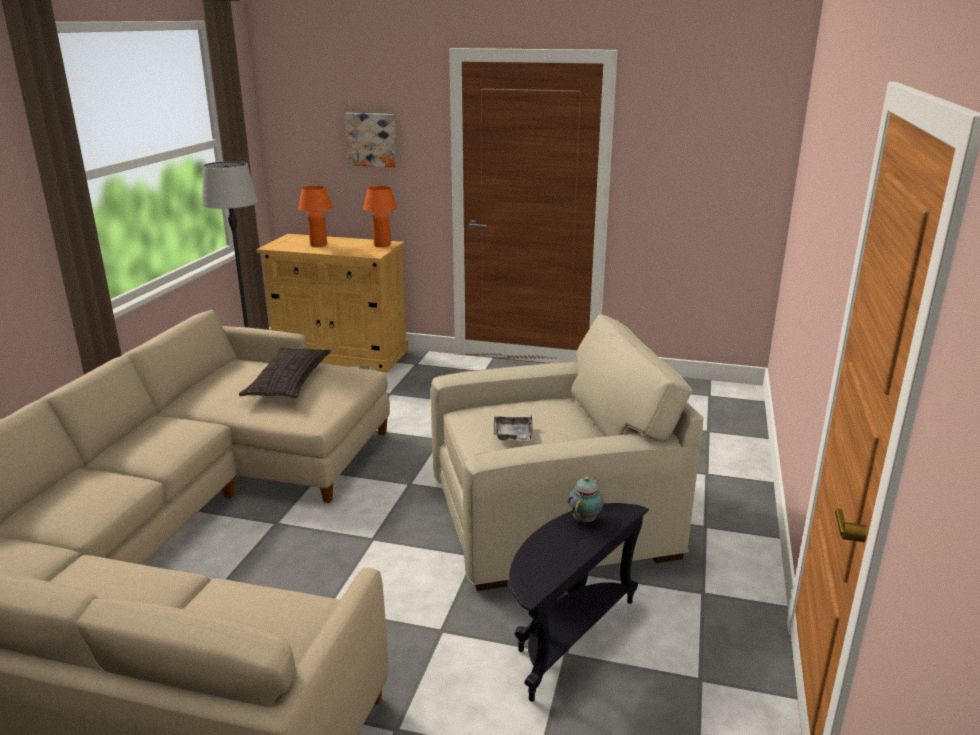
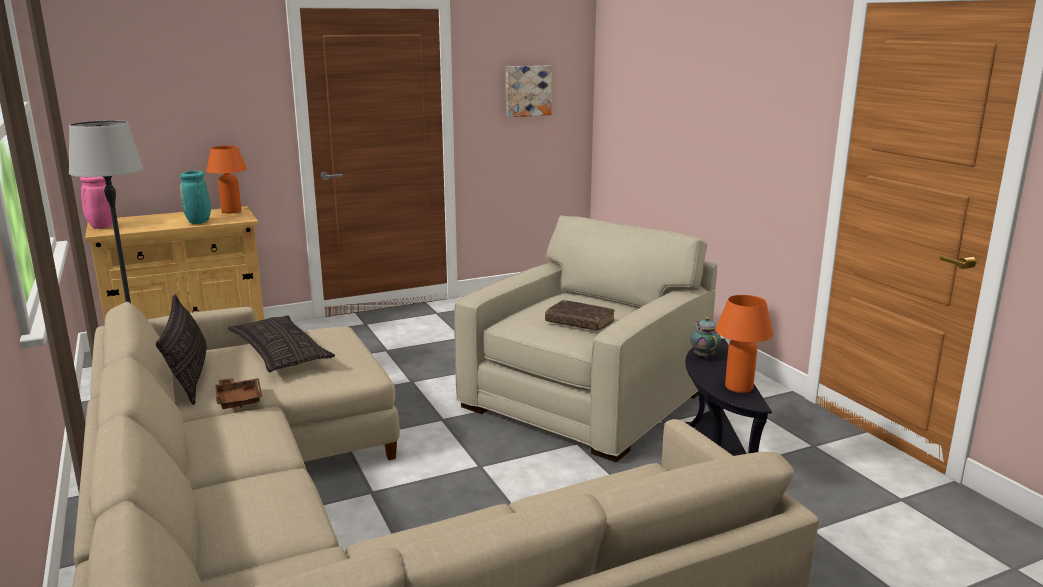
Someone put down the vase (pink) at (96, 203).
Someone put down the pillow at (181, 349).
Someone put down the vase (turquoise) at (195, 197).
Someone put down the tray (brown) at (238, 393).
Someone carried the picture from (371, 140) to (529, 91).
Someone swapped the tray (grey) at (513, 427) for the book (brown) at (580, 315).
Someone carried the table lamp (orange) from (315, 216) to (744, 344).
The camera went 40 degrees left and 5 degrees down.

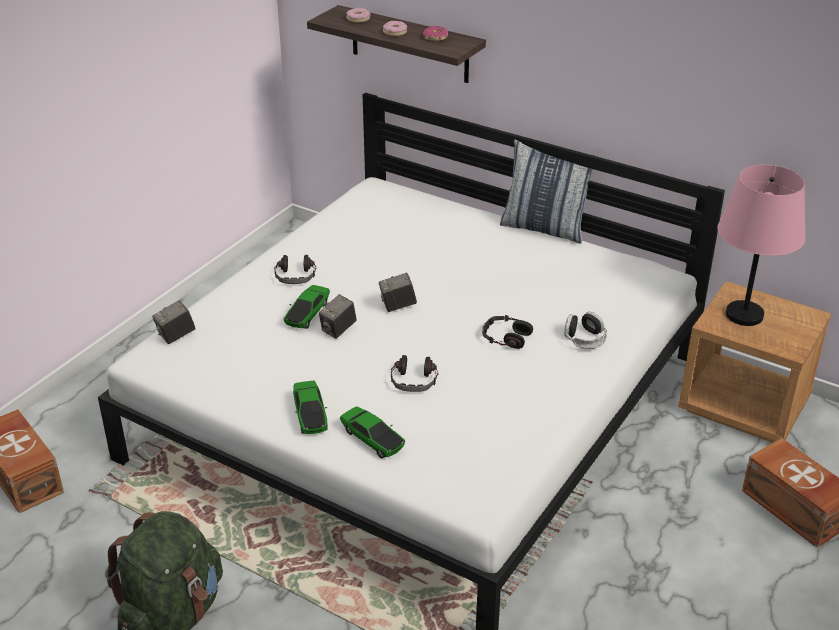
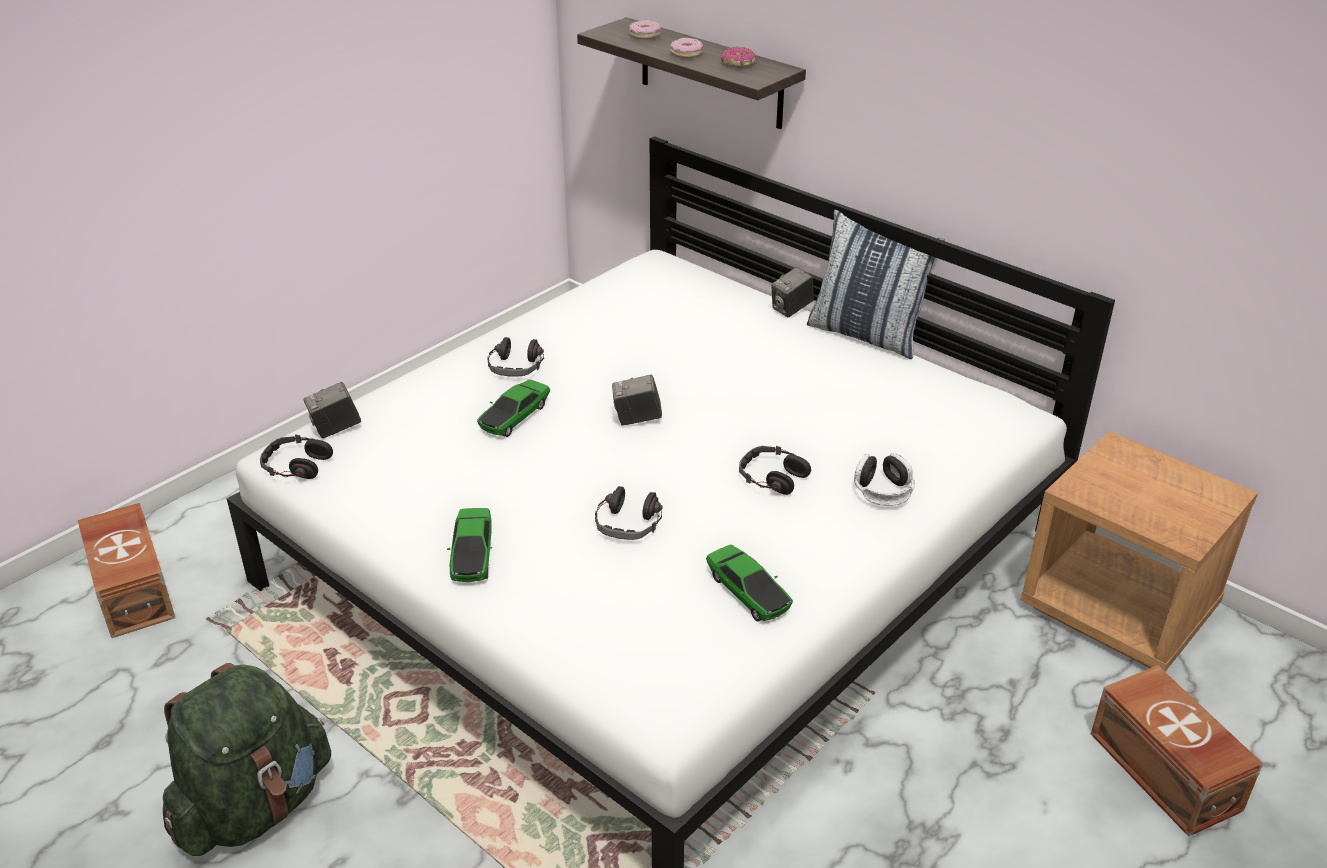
Someone put down the headphones at (296, 456).
Someone carried the toy car from (372, 432) to (749, 583).
Someone carried the photo camera from (338, 316) to (792, 292).
Someone took away the table lamp (pink) at (762, 245).
The camera went 10 degrees right and 0 degrees up.

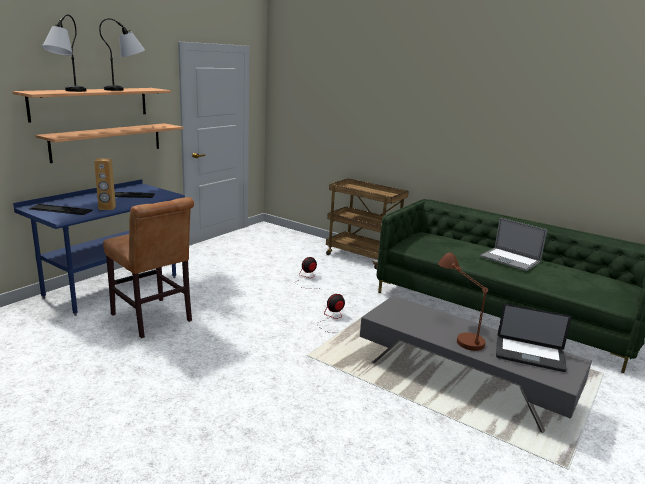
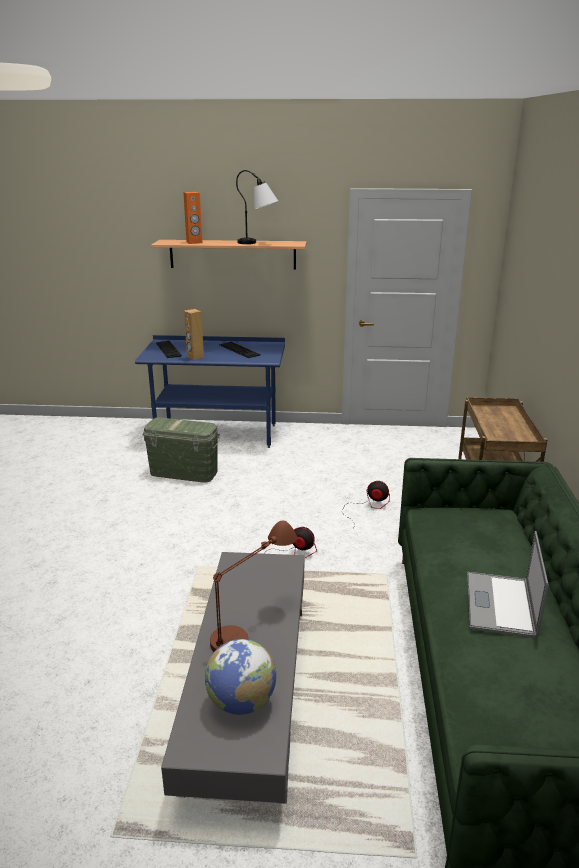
Someone swapped the chair (brown) at (148, 267) for the storage box (green) at (181, 450).
Someone swapped the table lamp at (64, 53) for the speaker (orange) at (192, 218).
Someone swapped the laptop at (534, 338) for the globe at (240, 677).
Someone took away the shelf at (110, 143).
The camera went 60 degrees right and 5 degrees up.

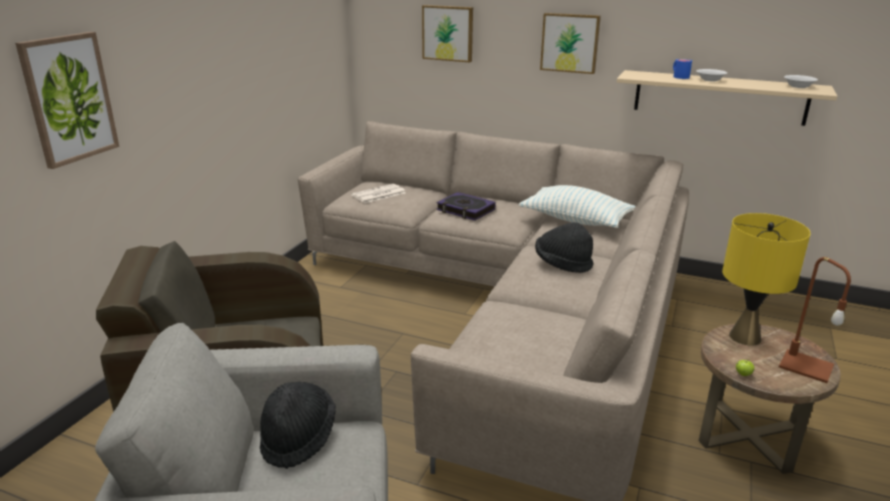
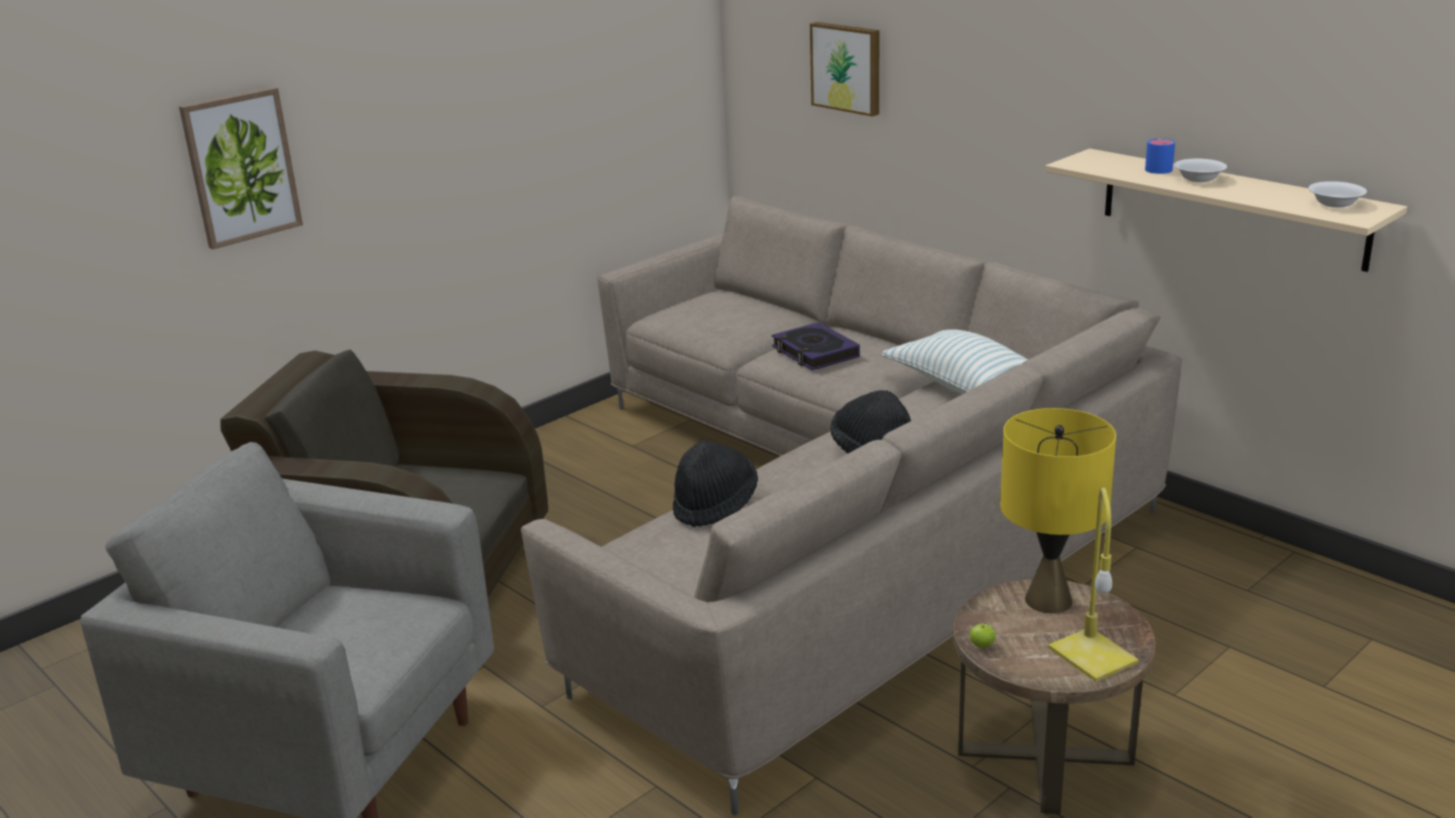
Someone carried the hat (black) from (298, 425) to (715, 483).
Someone repainted the table lamp (brown) at (815, 320), which became the table lamp (yellow) at (1093, 584).
Someone took away the newspaper at (378, 193).
Someone took away the picture at (570, 43).
The camera went 25 degrees right and 0 degrees up.

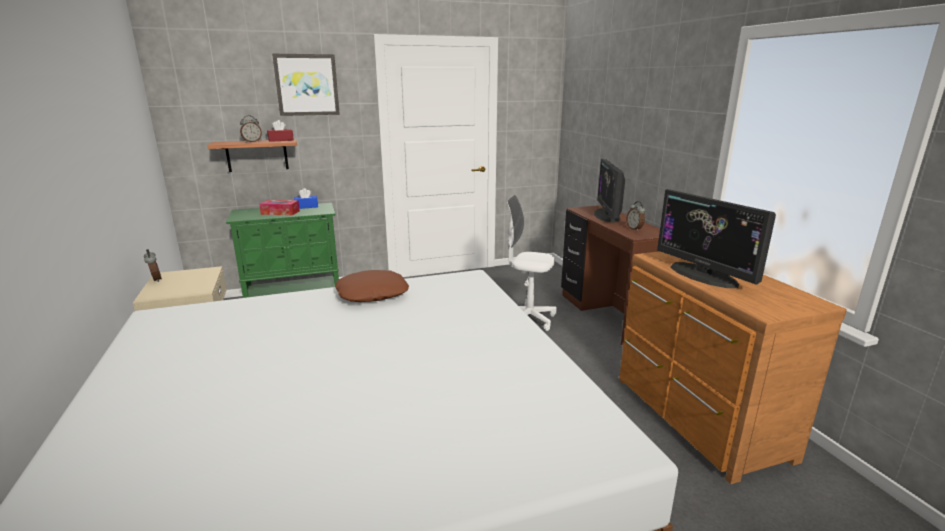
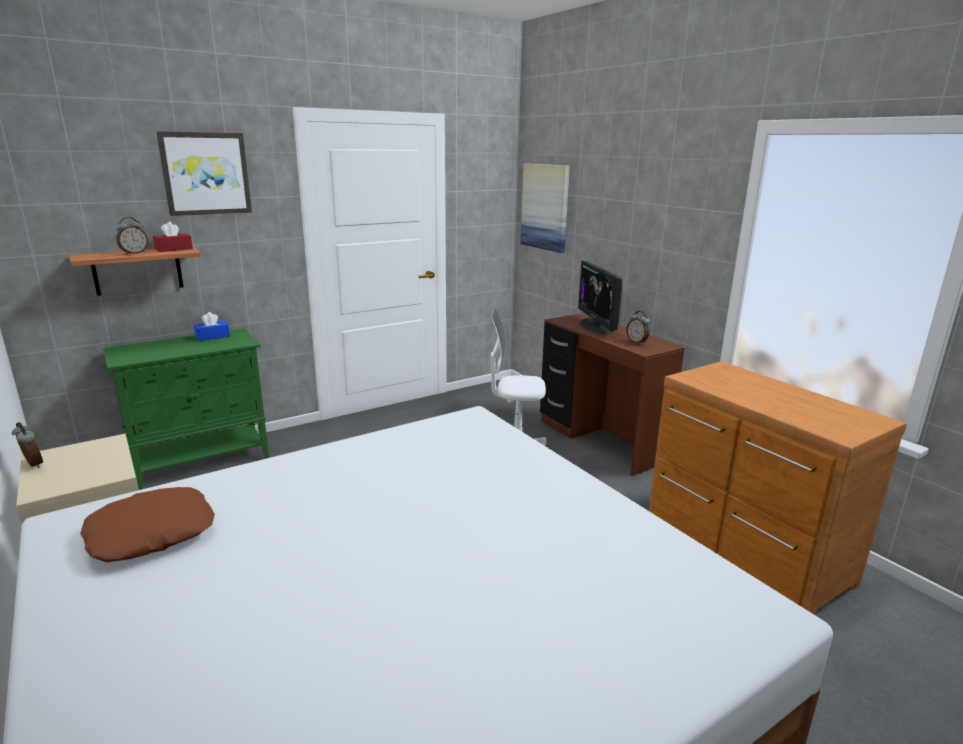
Someone carried the pillow (brown) from (372, 286) to (147, 524).
Someone put up the picture at (545, 208).
Someone took away the tissue box at (279, 208).
Someone took away the monitor at (716, 238).
The camera went 15 degrees left and 0 degrees up.

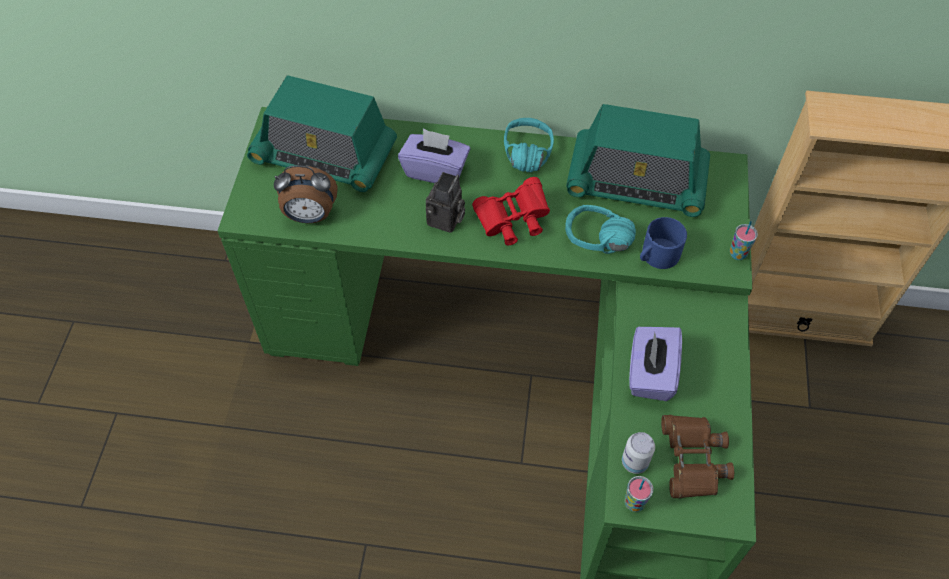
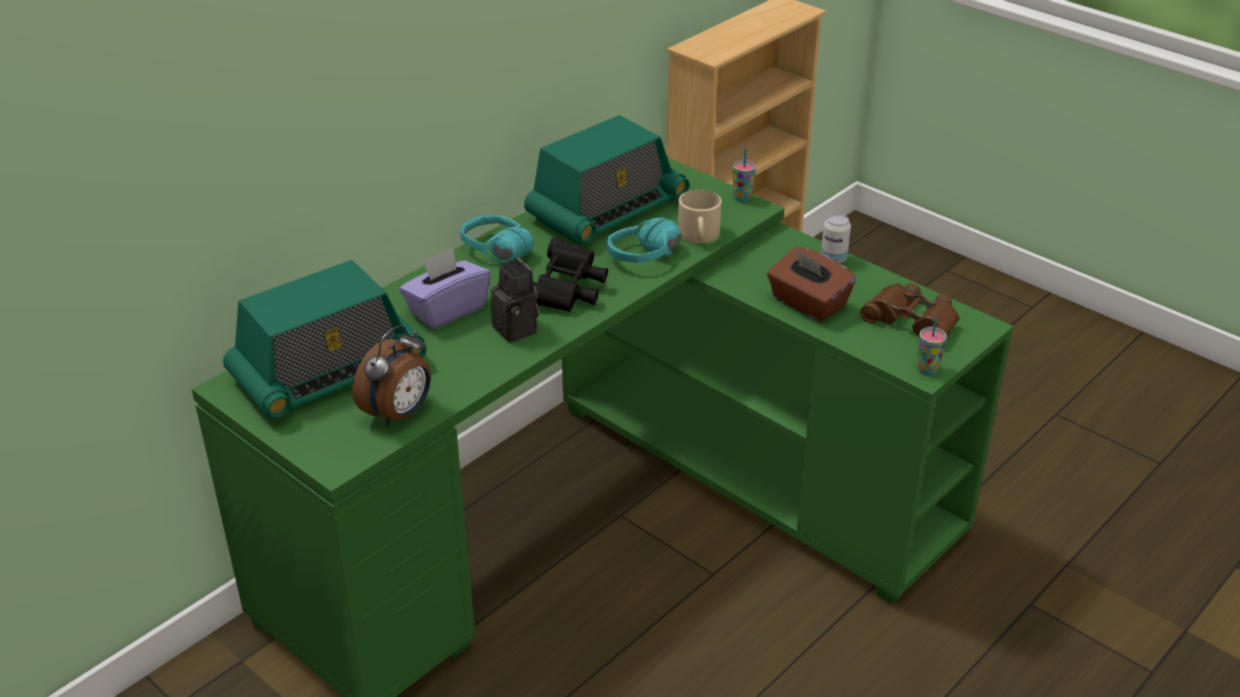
Someone repainted the binoculars (red) at (511, 211), which became the binoculars (black) at (570, 275).
Someone repainted the mug (blue) at (663, 243), which became the mug (beige) at (699, 216).
Someone repainted the tissue box (purple) at (655, 364), which became the tissue box (brown) at (811, 284).
Someone carried the can from (638, 453) to (836, 238).
The camera went 55 degrees left and 20 degrees down.

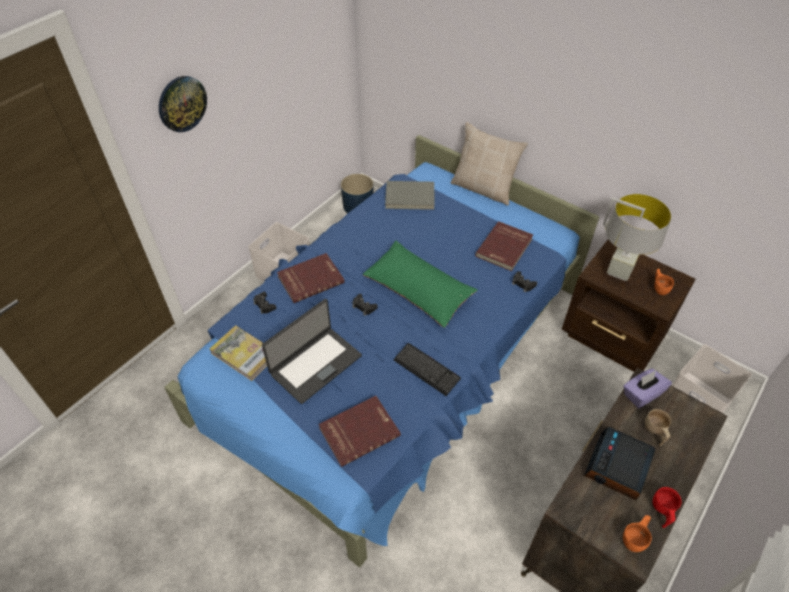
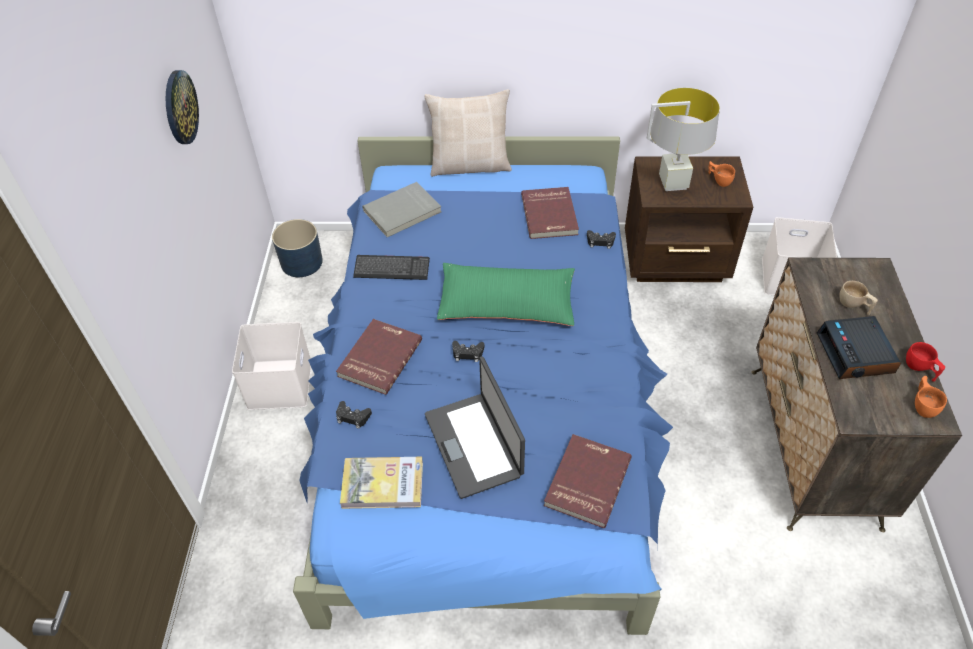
Someone carried the wall clock from (183, 104) to (182, 107).
Someone carried the keyboard from (427, 369) to (391, 267).
Someone rotated the laptop at (312, 351) by 150 degrees clockwise.
Someone took away the tissue box (purple) at (647, 388).
The camera went 35 degrees left and 0 degrees up.

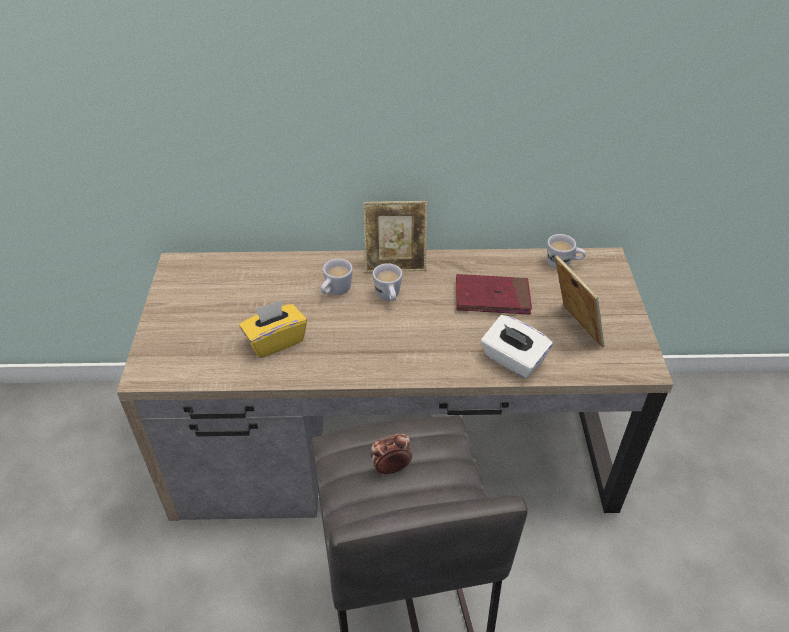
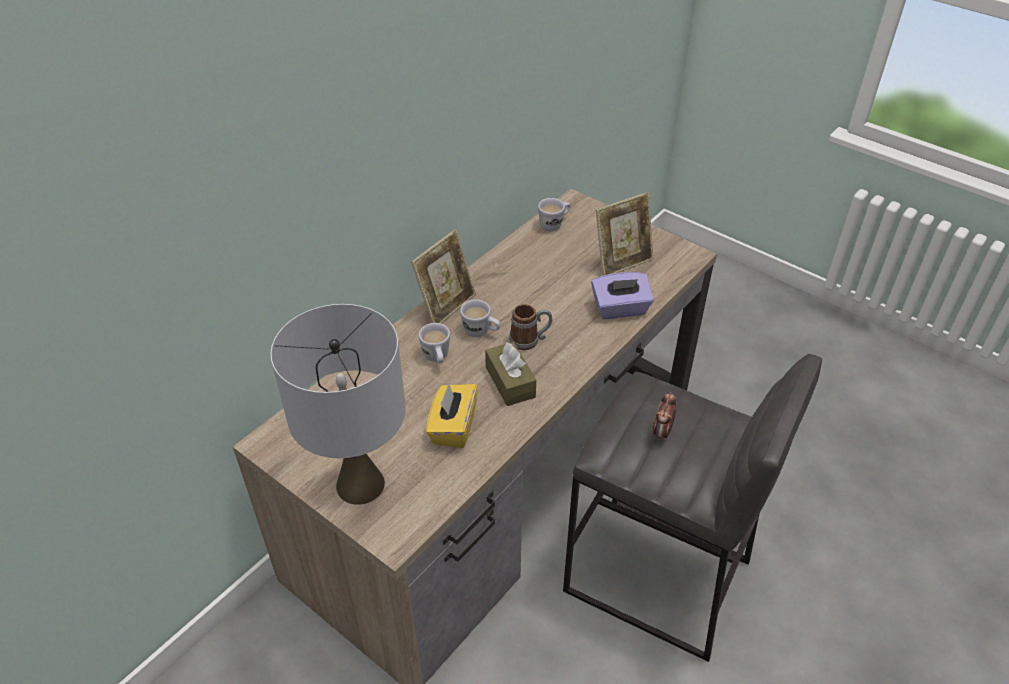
Someone put down the table lamp (grey) at (338, 404).
Someone put down the tissue box (brown) at (510, 374).
Someone put down the mug at (530, 327).
Someone repainted the tissue box (white) at (517, 346), which became the tissue box (purple) at (622, 295).
Someone rotated the picture frame at (580, 301) by 135 degrees clockwise.
Someone took away the book (red) at (494, 294).
The camera went 50 degrees left and 0 degrees up.

